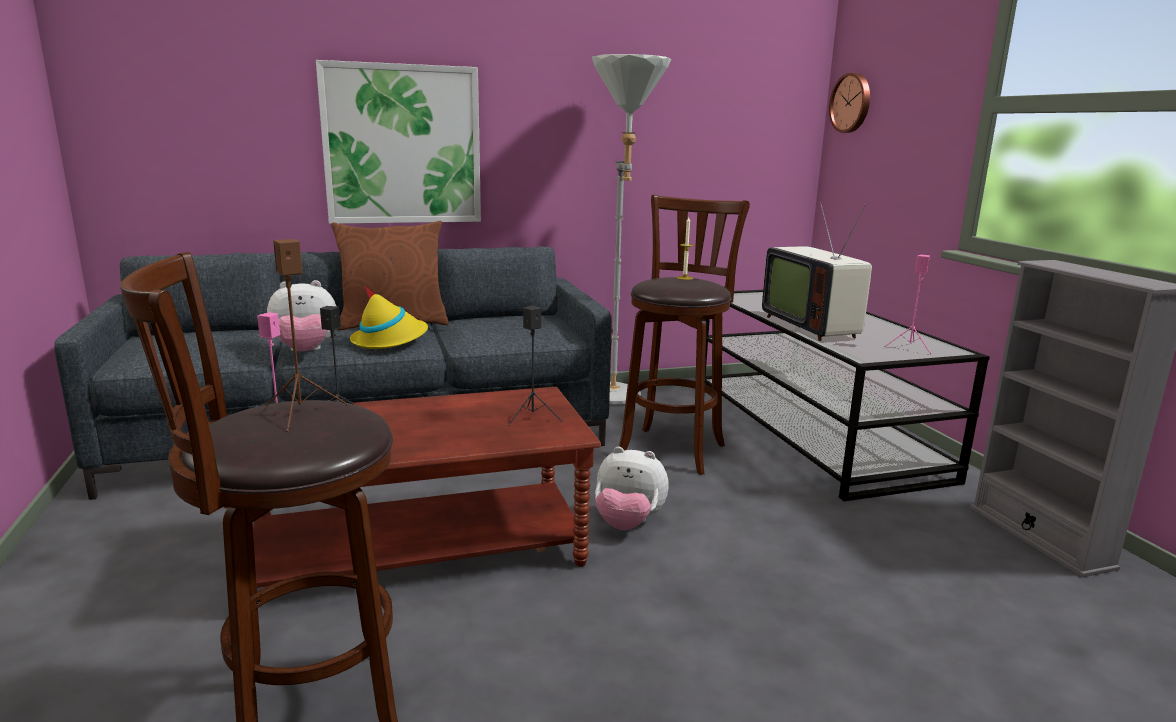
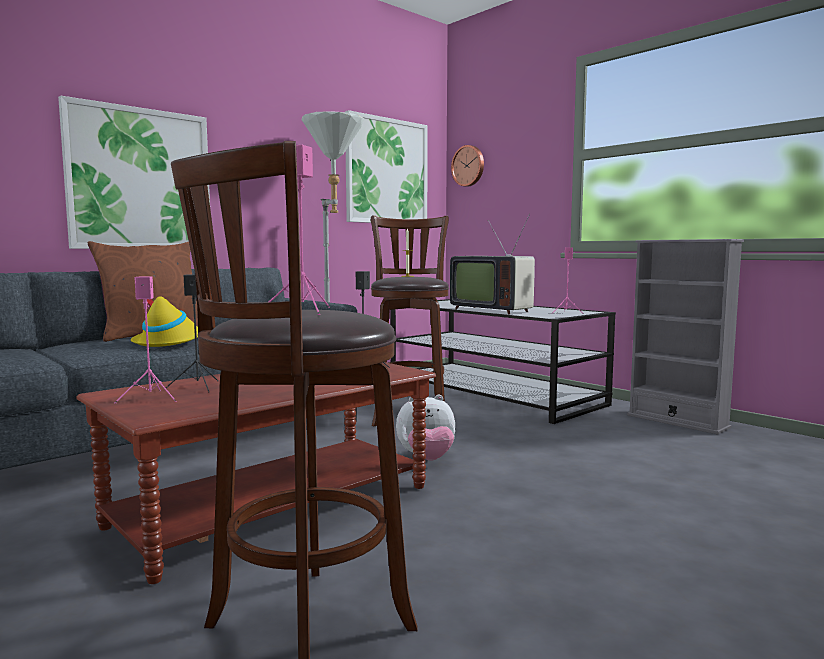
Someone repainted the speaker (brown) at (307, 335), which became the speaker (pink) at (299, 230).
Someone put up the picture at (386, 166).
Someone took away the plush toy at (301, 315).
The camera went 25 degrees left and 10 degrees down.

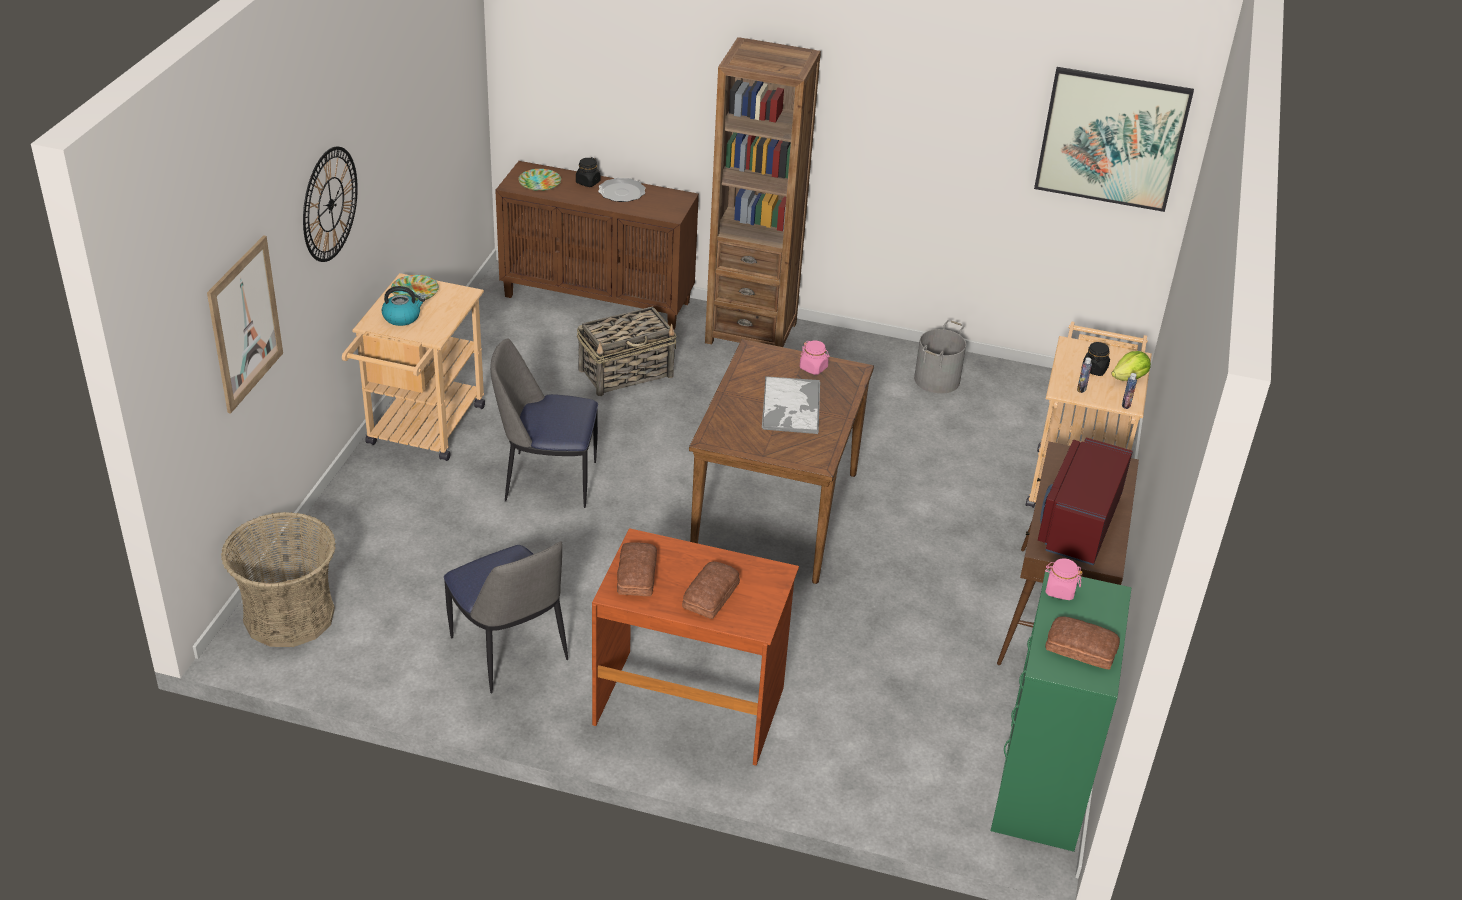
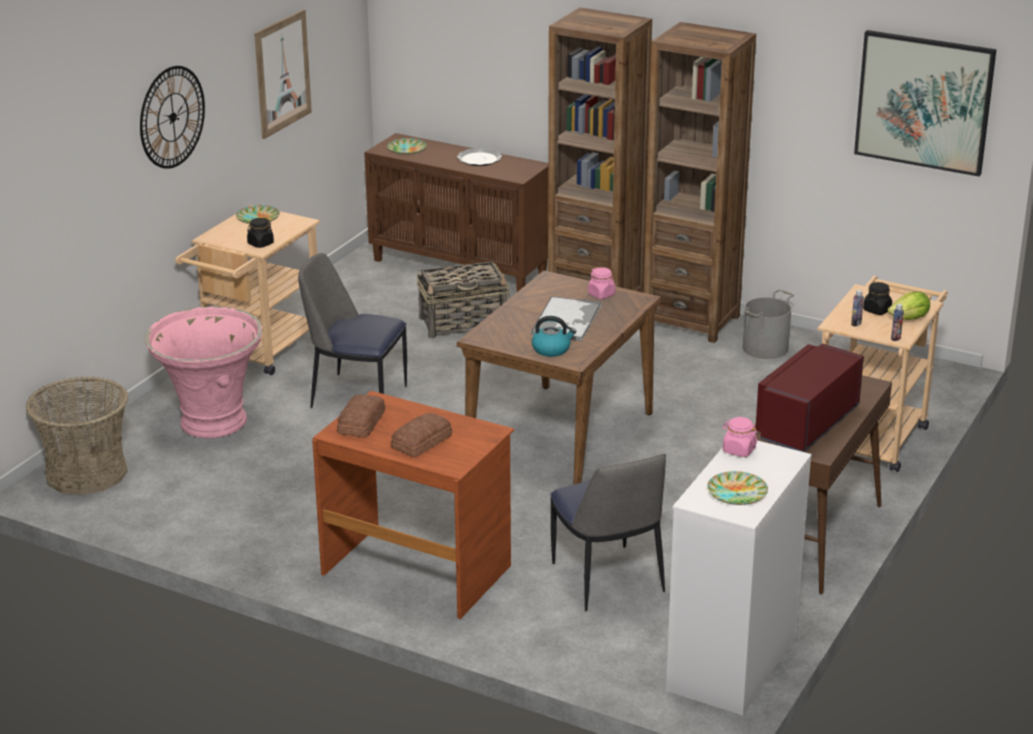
Someone put down the planter (pink) at (203, 372).
Someone carried the jar (black) from (588, 172) to (260, 233).
Someone carried the picture from (245, 324) to (283, 74).
Someone carried the kettle from (403, 306) to (554, 336).
Someone carried the chair from (506, 617) to (608, 532).
Someone put down the bookcase (brown) at (700, 182).
Someone repainted the dresser (green) at (1061, 710), which became the dresser (white) at (739, 578).
Someone swapped the bread at (1082, 642) for the plate at (737, 488).
The camera went 15 degrees right and 10 degrees down.

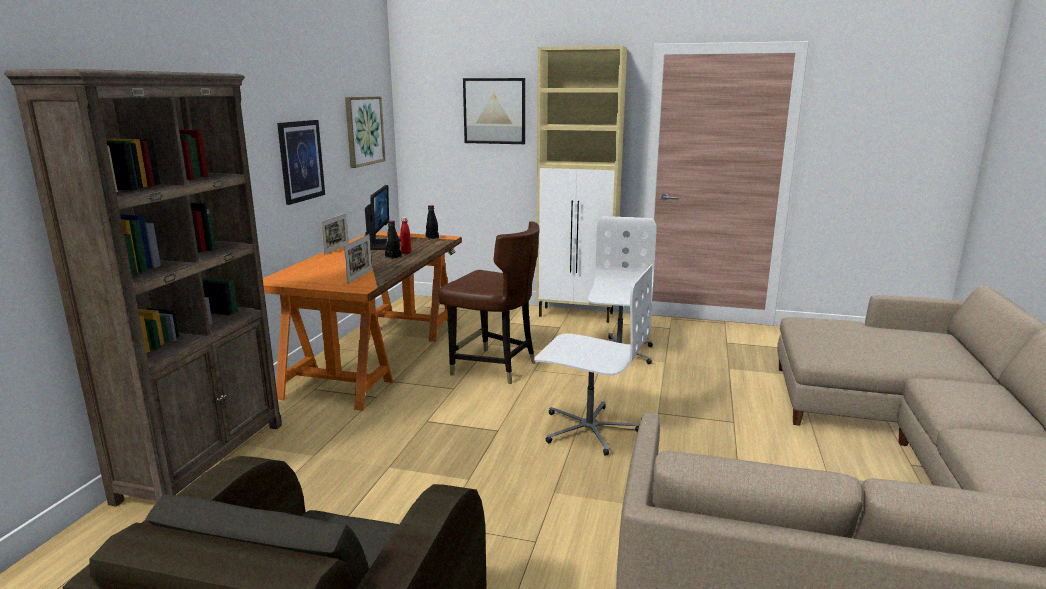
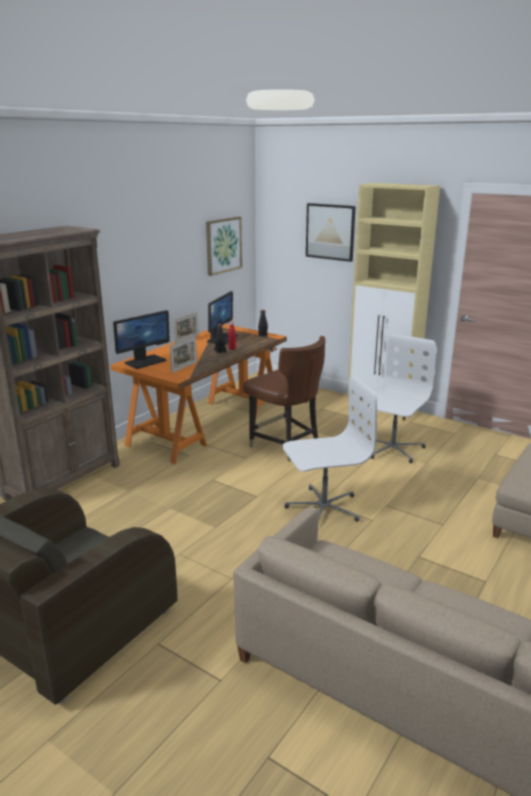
Someone put down the monitor at (141, 339).
Someone rotated the office chair (white) at (593, 360) by 60 degrees counterclockwise.
Someone took away the picture at (301, 162).
The camera went 20 degrees right and 5 degrees up.

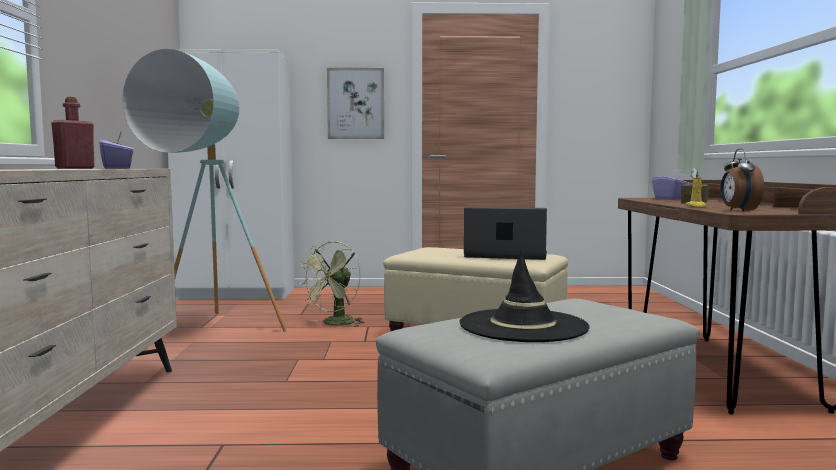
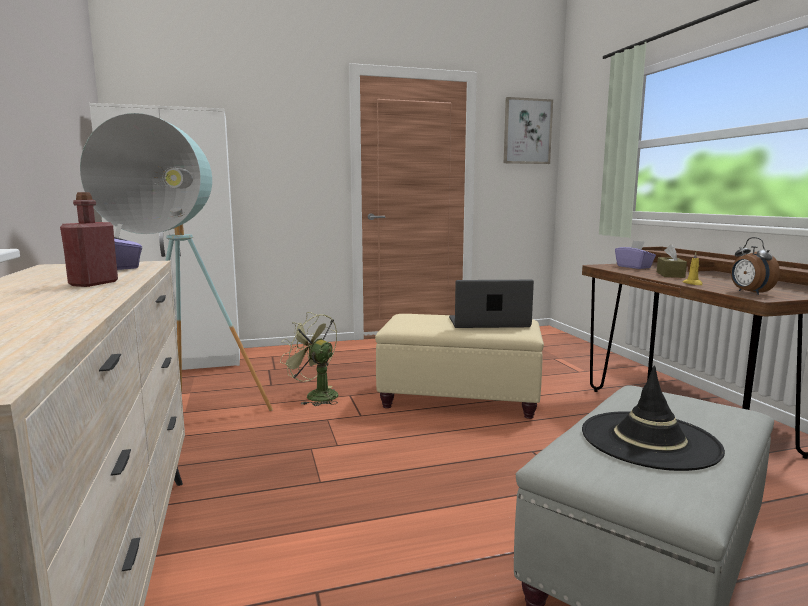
Someone rotated the fan (green) at (331, 284) by 105 degrees clockwise.
Someone carried the picture from (355, 103) to (528, 130).
The camera went 15 degrees left and 5 degrees up.

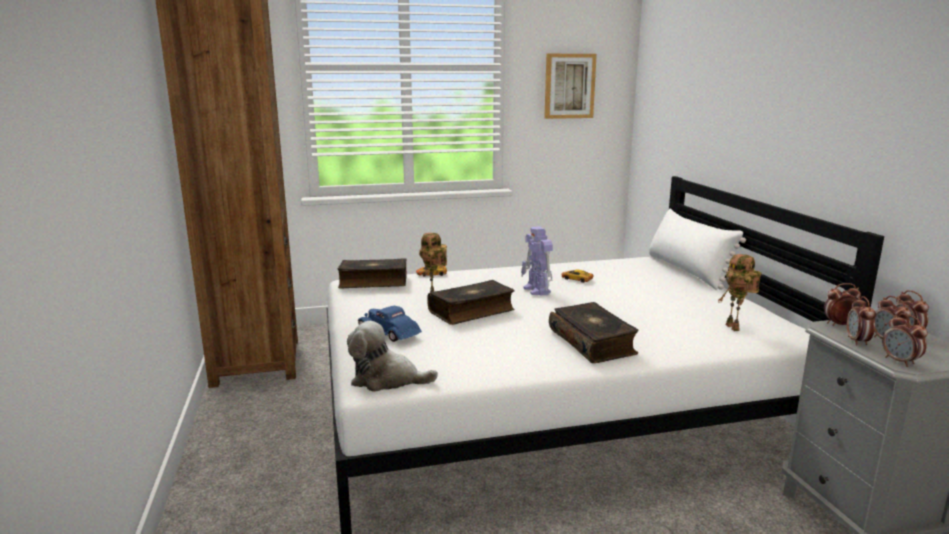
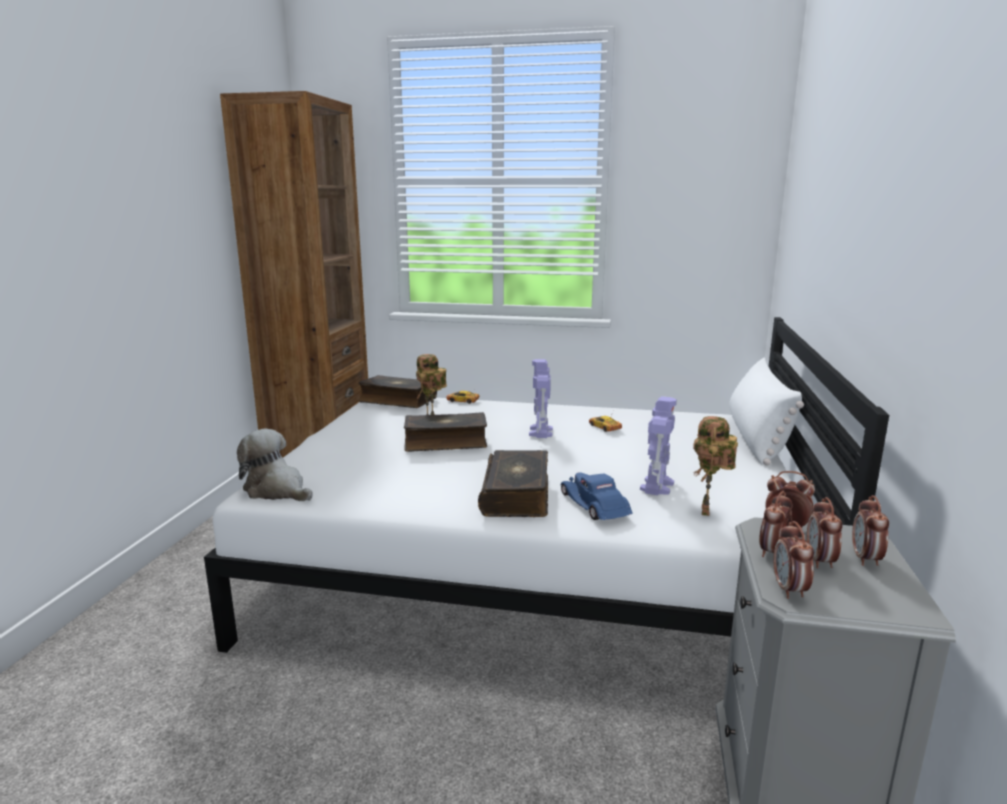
Someone carried the toy car (blue) from (389, 324) to (597, 496).
Someone put down the toy robot at (658, 445).
Someone took away the picture at (570, 86).
The camera went 25 degrees right and 0 degrees up.

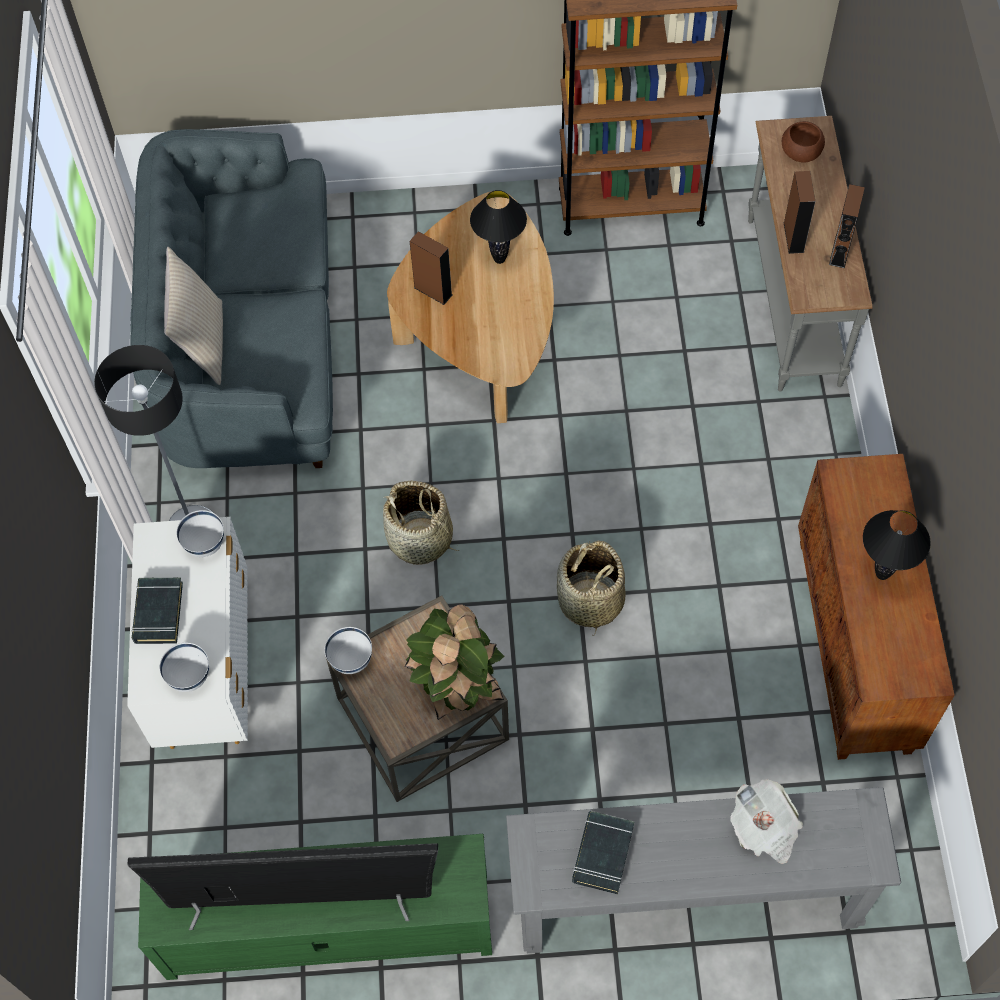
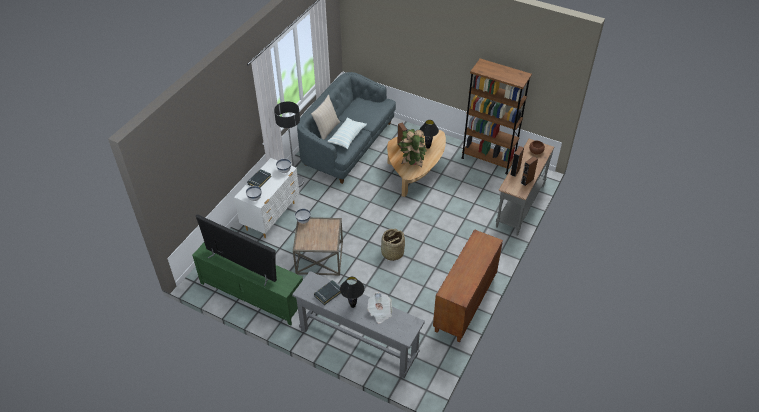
Someone put down the pillow at (347, 133).
Someone carried the table lamp (black) from (897, 545) to (352, 292).
Someone carried the potted plant from (454, 662) to (413, 148).
Someone took away the basket at (421, 523).
The camera went 30 degrees right and 15 degrees down.

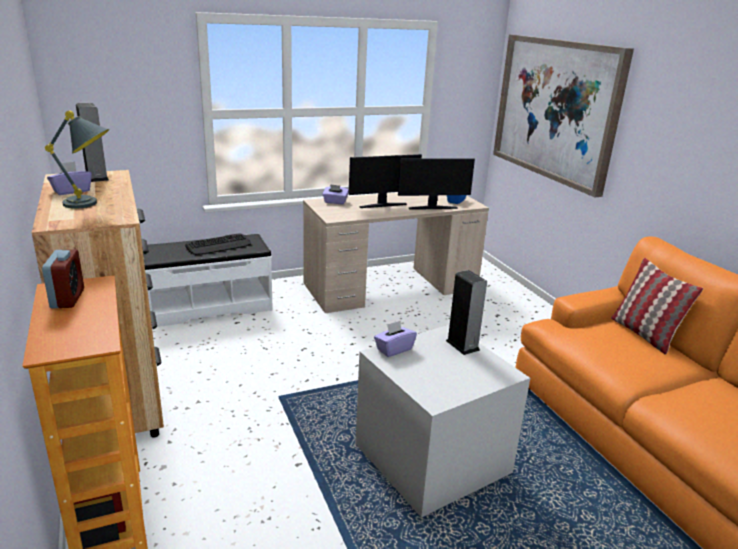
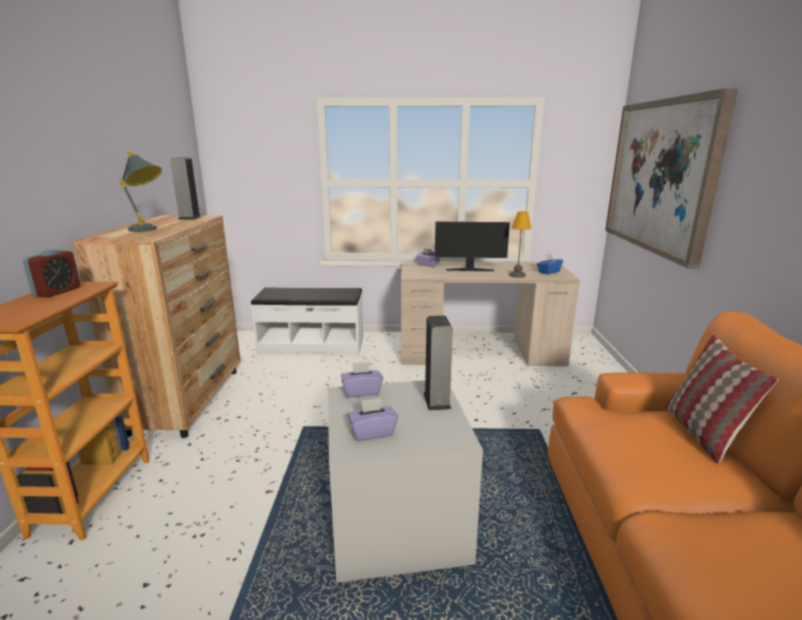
Someone carried the tissue box (purple) from (69, 178) to (372, 419).
Someone swapped the monitor at (436, 183) for the table lamp at (520, 244).
Someone took away the keyboard at (218, 244).
The camera went 25 degrees right and 5 degrees down.

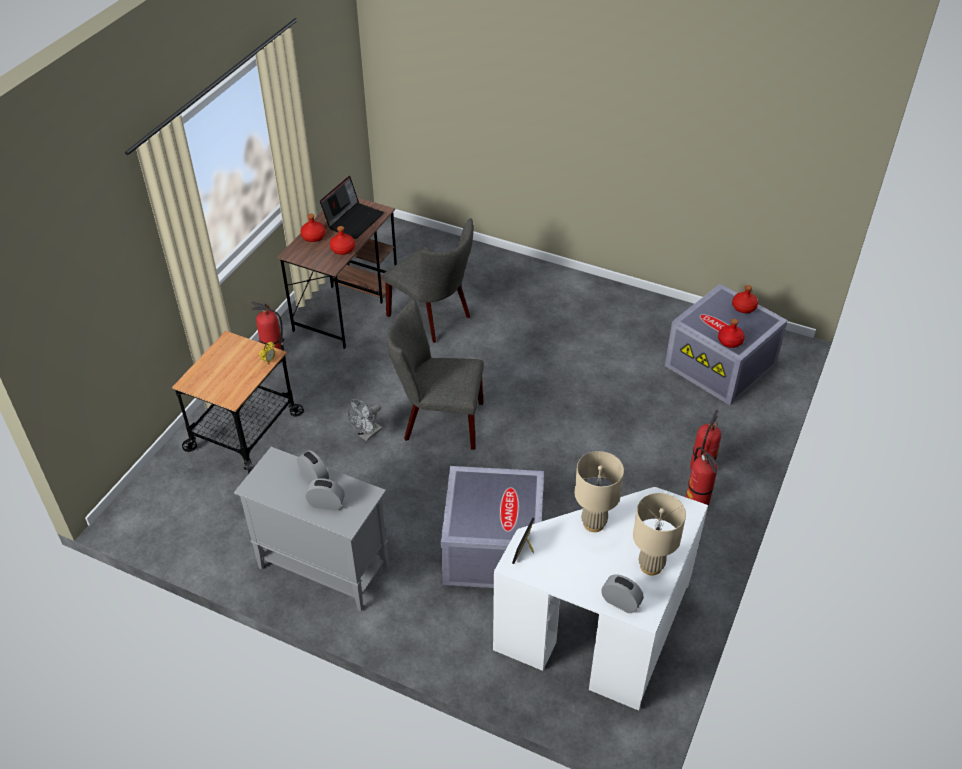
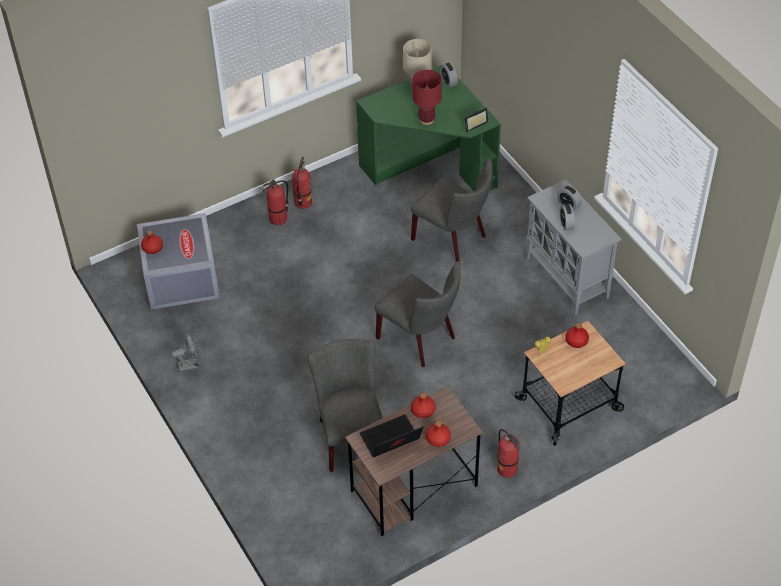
Someone carried the fan (grey) from (365, 420) to (186, 352).
Someone repainted the desk (white) at (600, 599), which became the desk (green) at (428, 128).
Someone swapped the storage box (grey) at (492, 527) for the chair (grey) at (452, 210).
Someone repainted the table lamp (beige) at (599, 491), which became the table lamp (red) at (427, 97).
Someone carried the bottle (red) from (731, 333) to (577, 335).
The camera went 145 degrees left and 5 degrees up.

